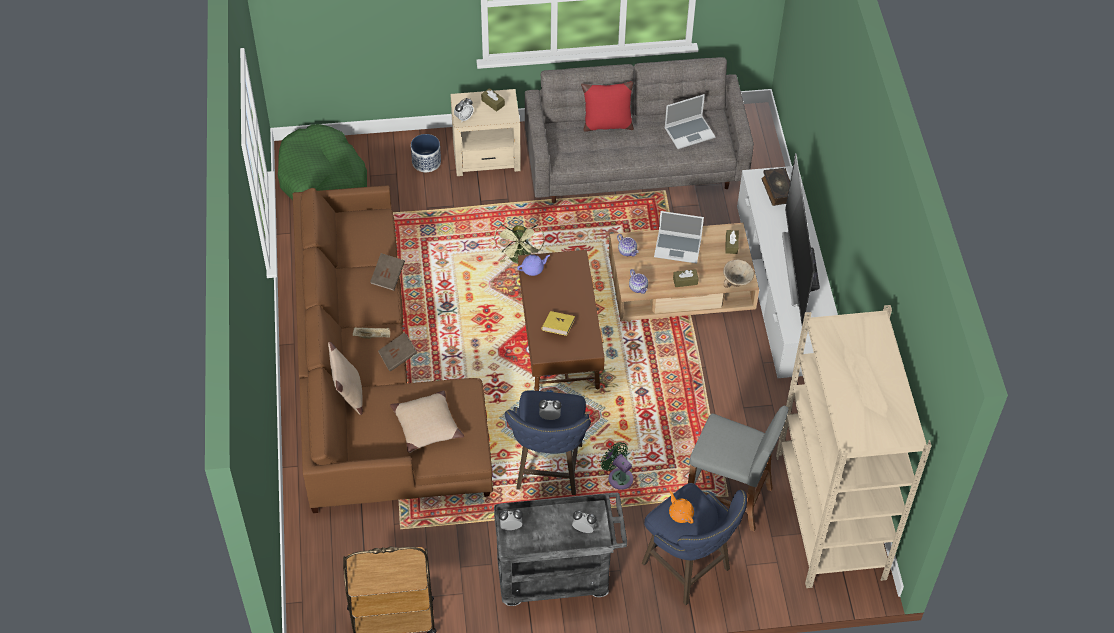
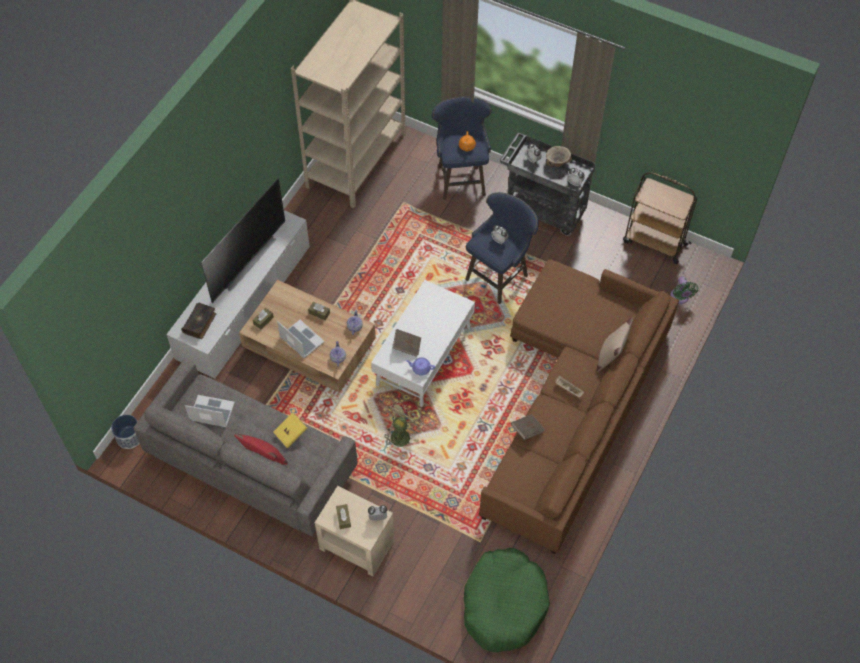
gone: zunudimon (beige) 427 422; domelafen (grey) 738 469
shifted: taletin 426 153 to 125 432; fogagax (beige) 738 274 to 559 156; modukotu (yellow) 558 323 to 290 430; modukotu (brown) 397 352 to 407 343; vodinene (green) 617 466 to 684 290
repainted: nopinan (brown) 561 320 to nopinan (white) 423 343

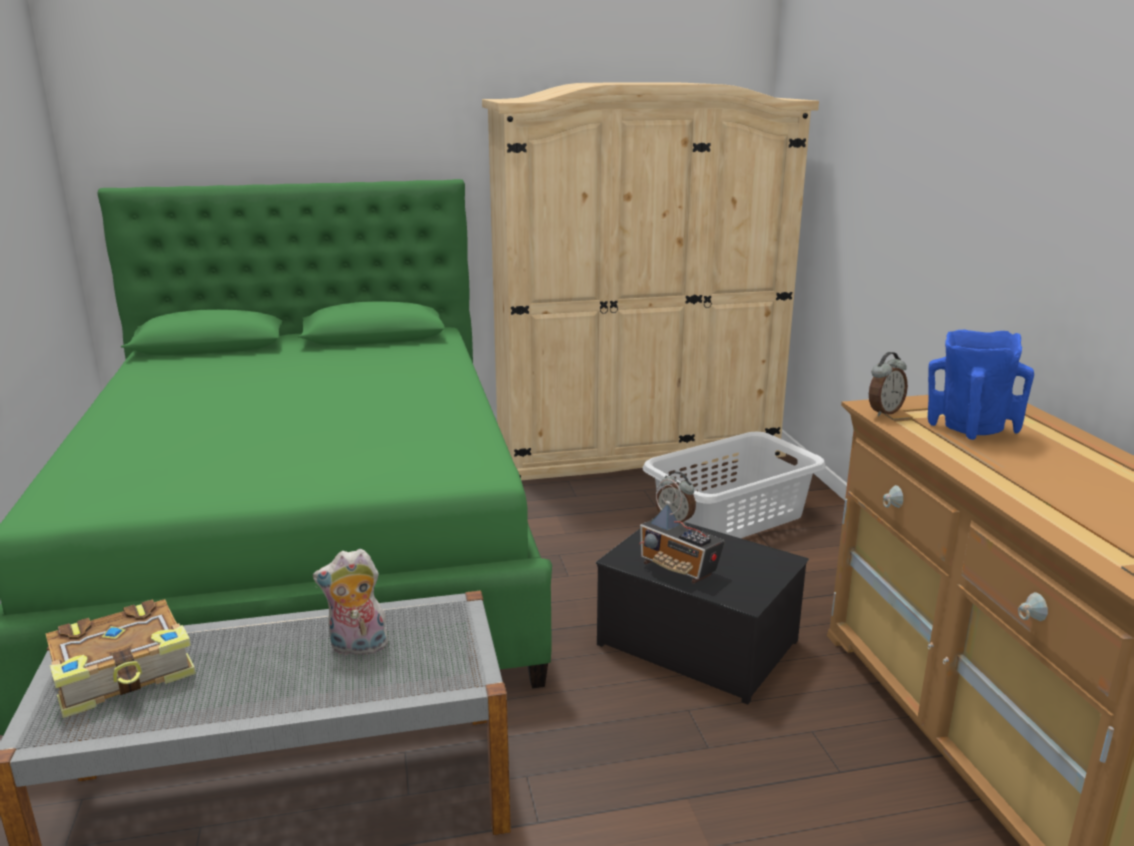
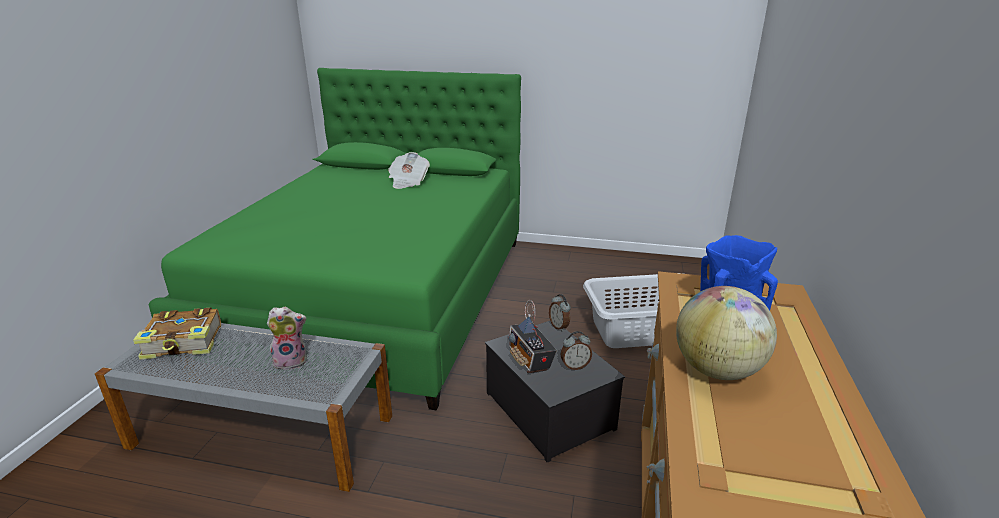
gone: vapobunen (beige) 650 281
new: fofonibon 409 170; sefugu 726 333
shifted: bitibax 888 384 to 576 350
rotated: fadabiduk 351 602 = 287 338 150 degrees clockwise

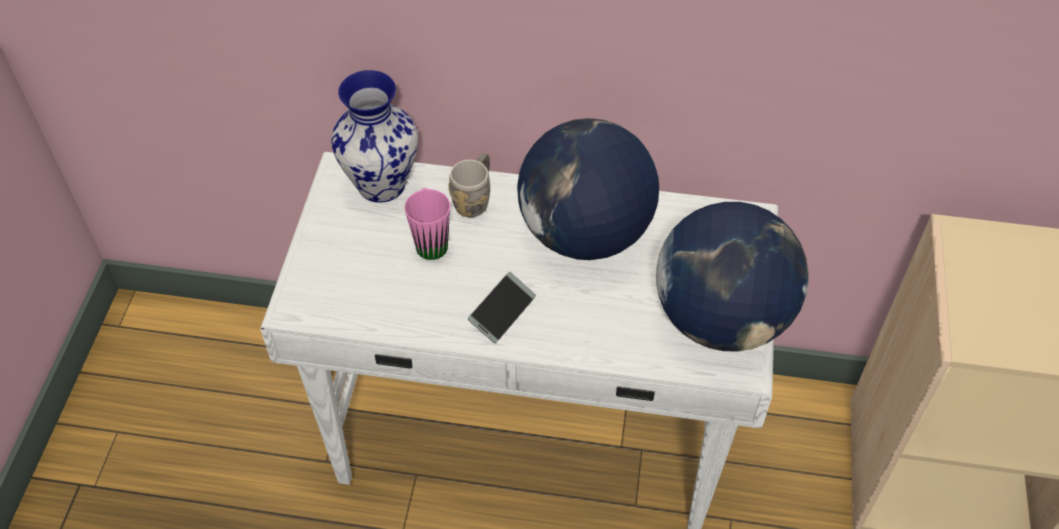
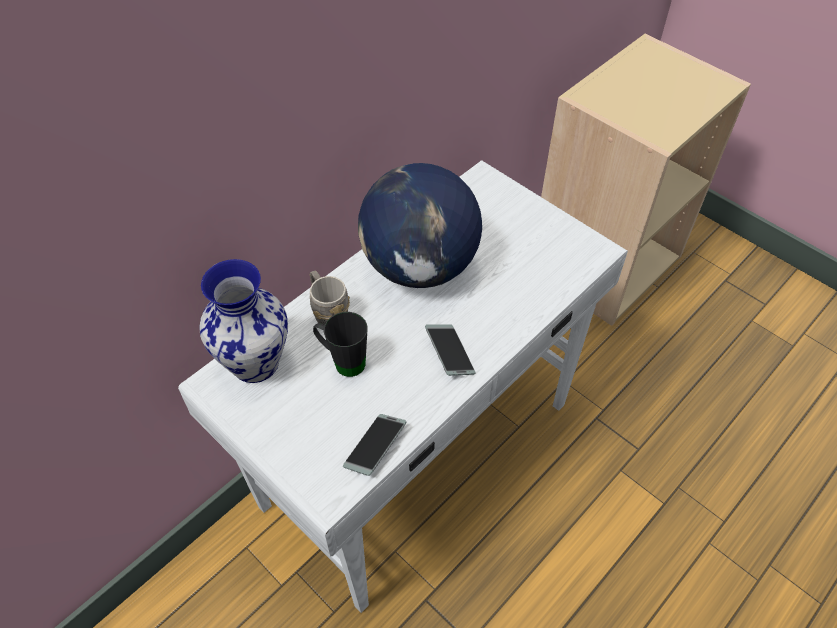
gone: sefugu 732 277
new: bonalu 374 445
repainted: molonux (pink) 427 224 to molonux (black) 340 344

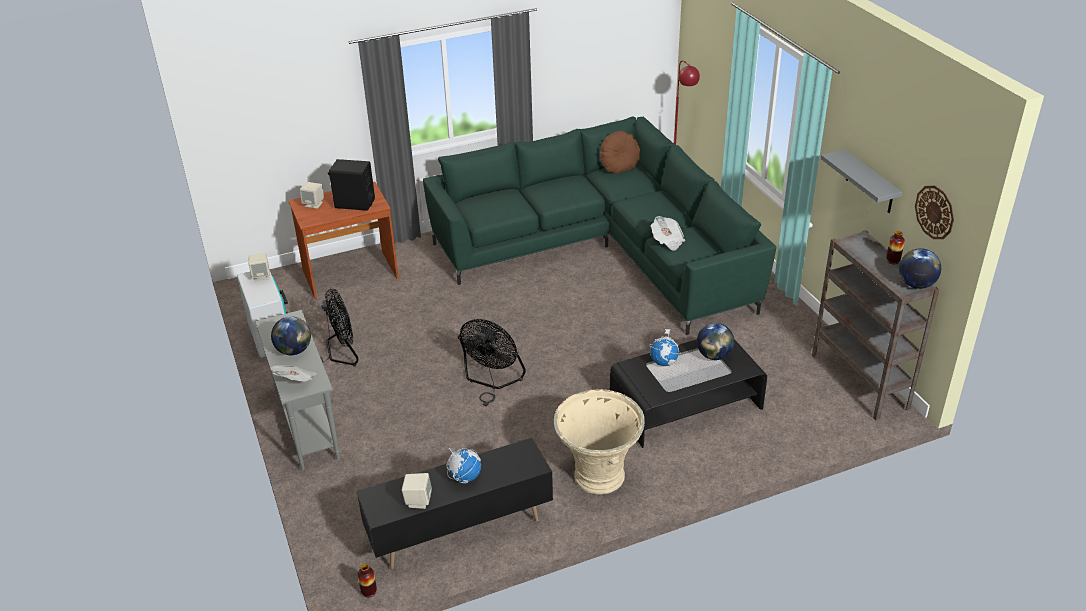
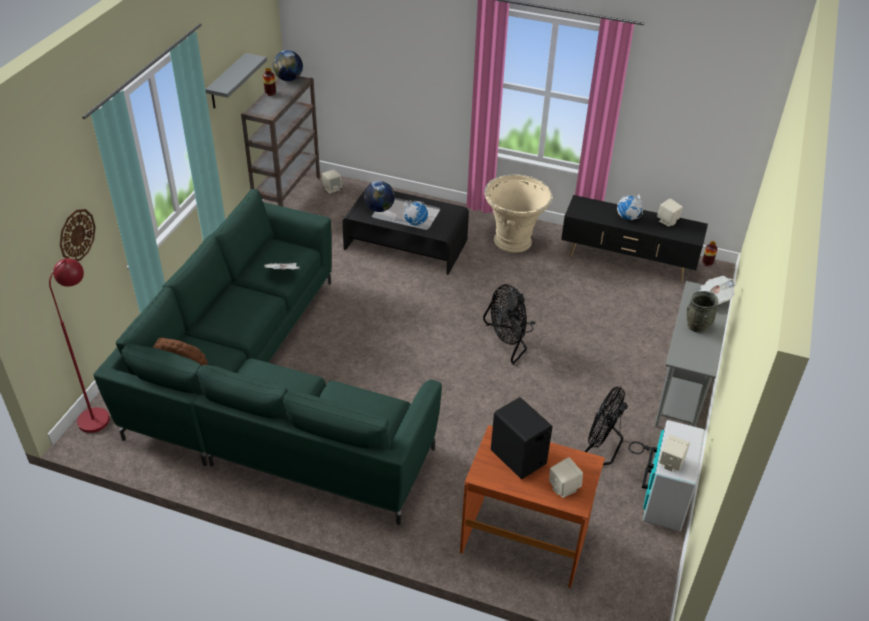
new: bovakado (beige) 332 182
shifted: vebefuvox 934 212 to 78 235
swapped: sefugu 291 335 to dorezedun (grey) 702 312

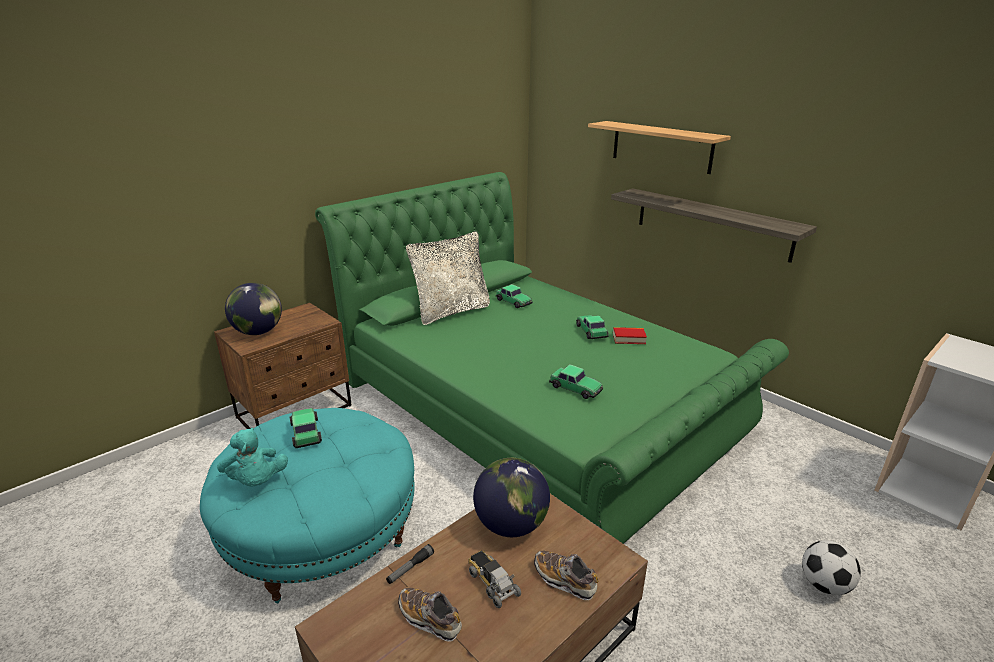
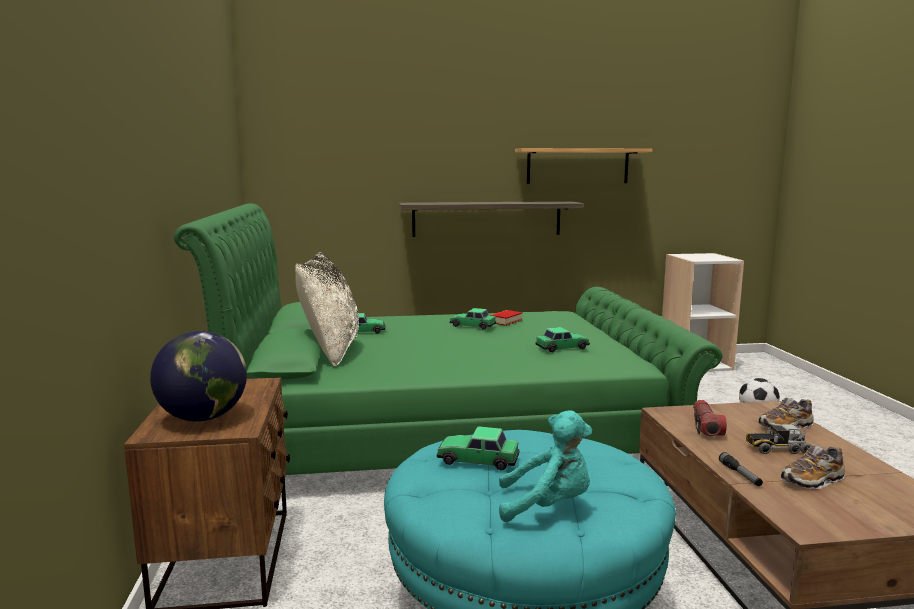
shifted: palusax 659 147 to 583 166
swapped: sefugu 511 497 to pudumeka 710 418

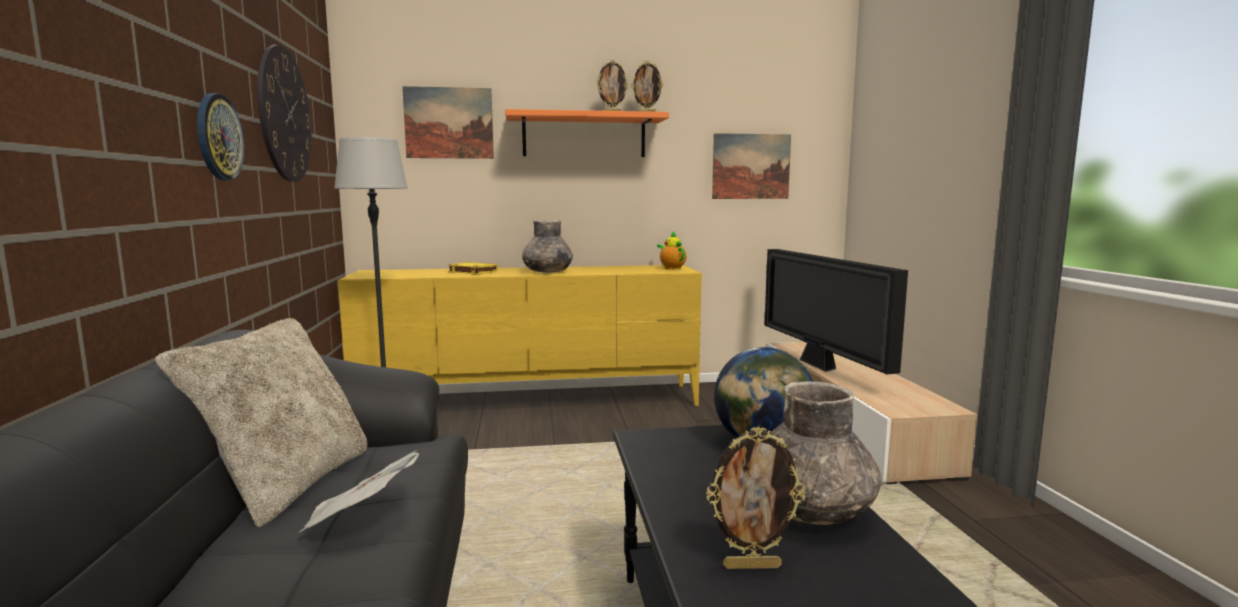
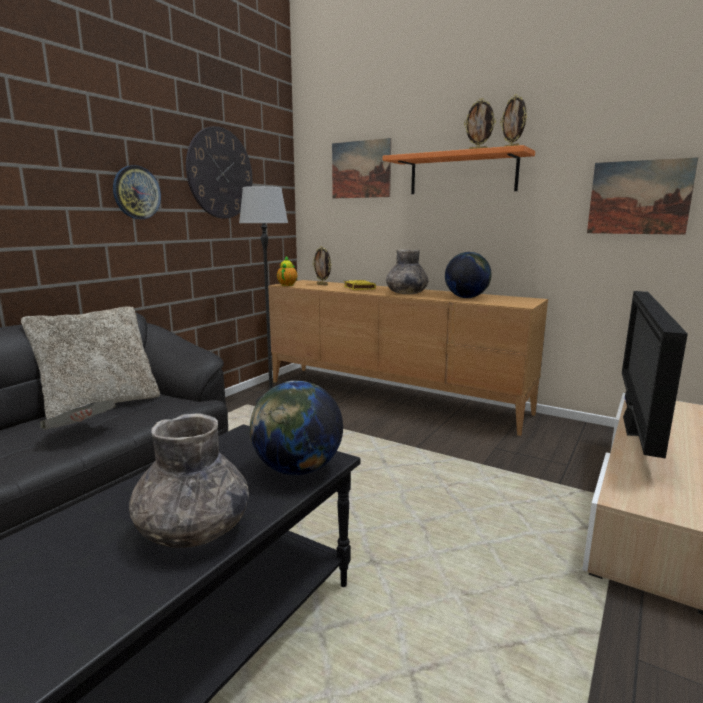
new: sefugu 468 275
shifted: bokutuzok 671 250 to 287 271; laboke 755 498 to 321 266
repainted: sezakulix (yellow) 520 335 to sezakulix (brown) 408 358

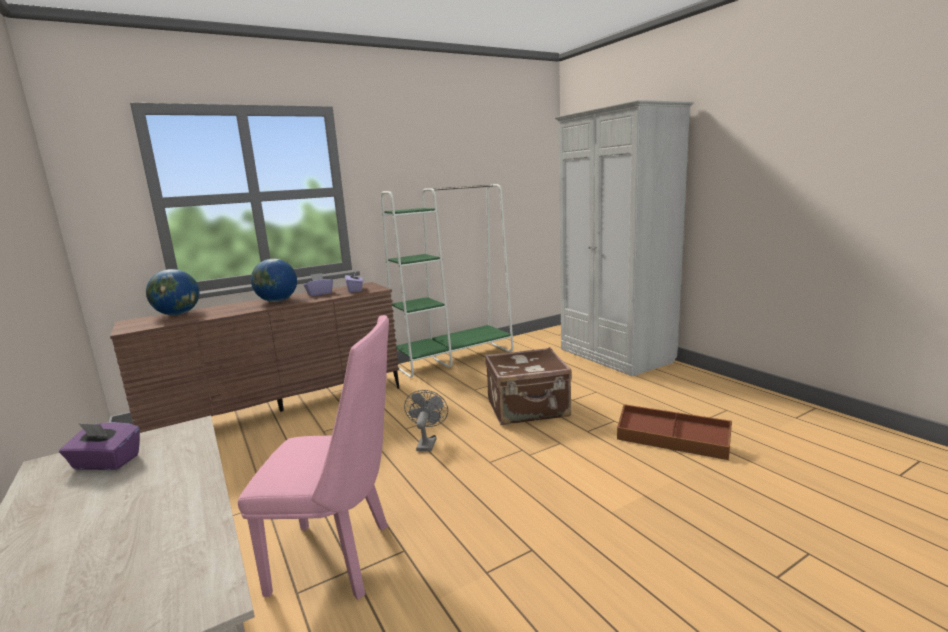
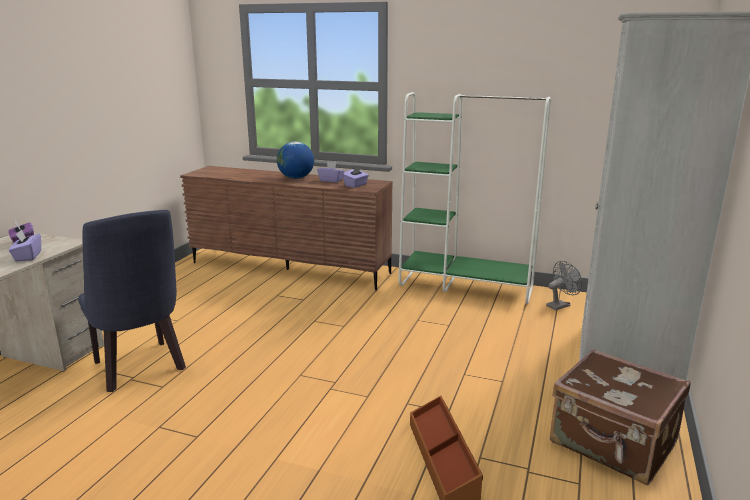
gone: sefugu 172 292
new: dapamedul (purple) 25 245
shifted: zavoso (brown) 528 386 to 620 417; vodinene (grey) 426 421 to 564 285
repainted: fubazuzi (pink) 313 457 to fubazuzi (blue) 132 301

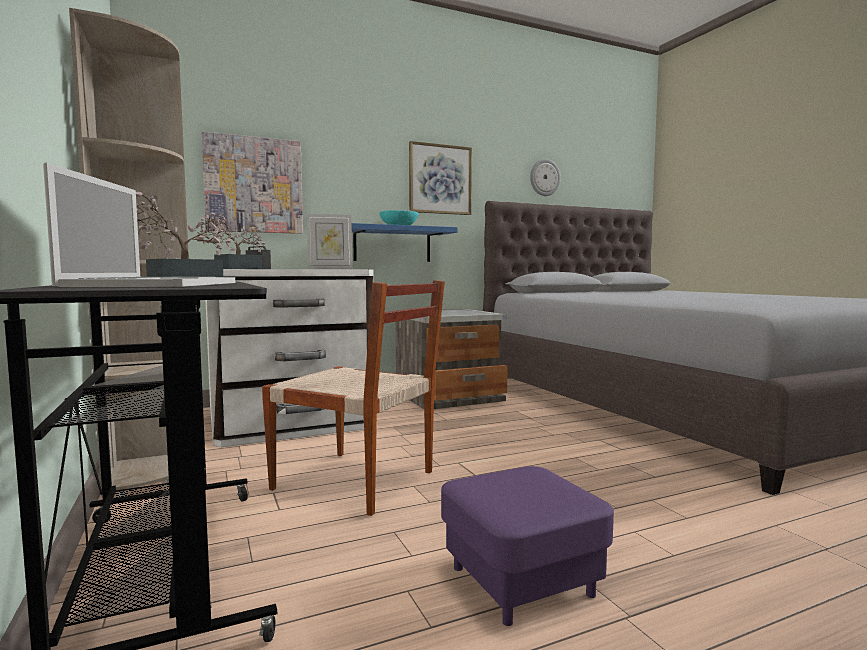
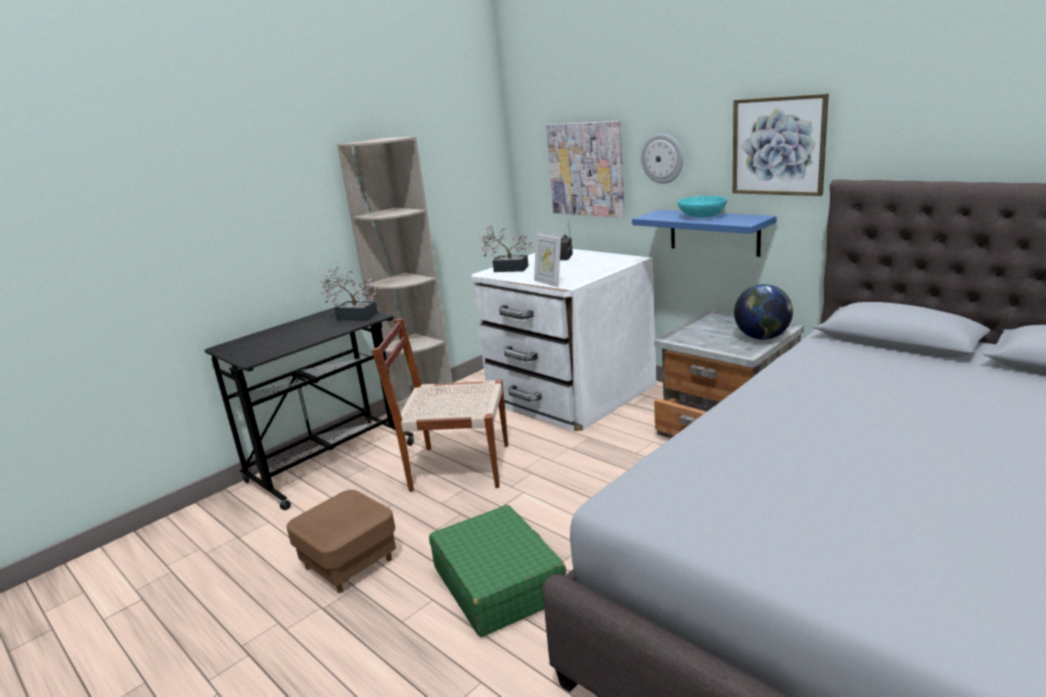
gone: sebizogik 139 225
new: sefugu 763 312; zavoso (green) 497 571
shifted: vebefuvox 545 177 to 662 159
repainted: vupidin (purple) 527 546 to vupidin (brown) 341 541
rotated: fubazuzi 353 398 = 440 405 90 degrees clockwise

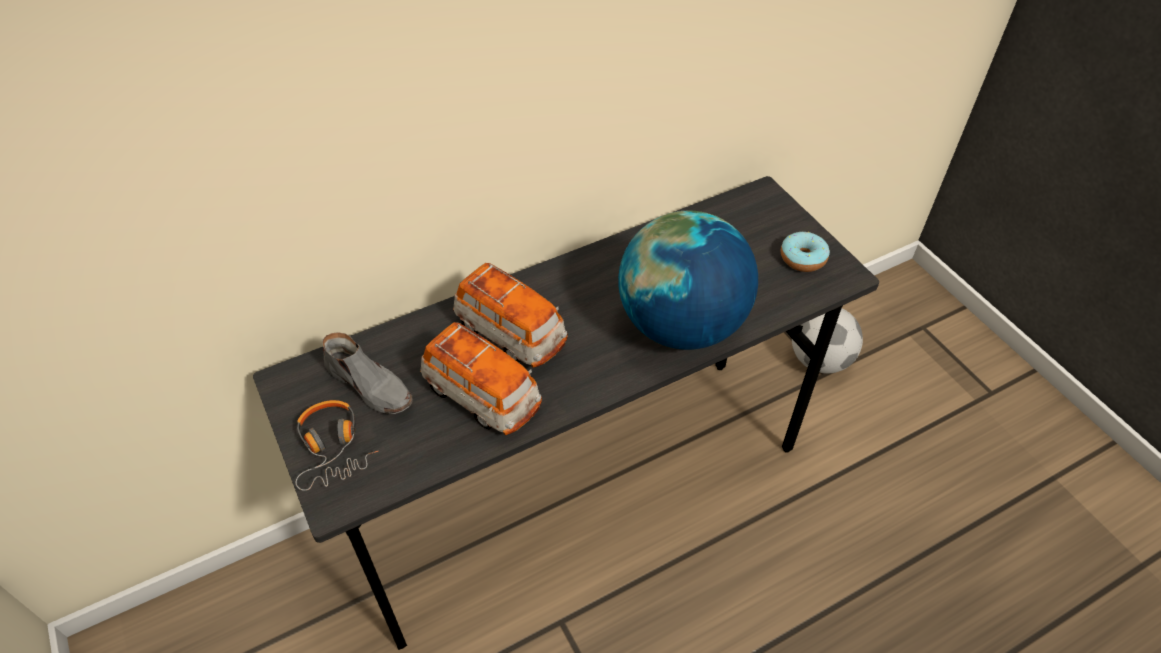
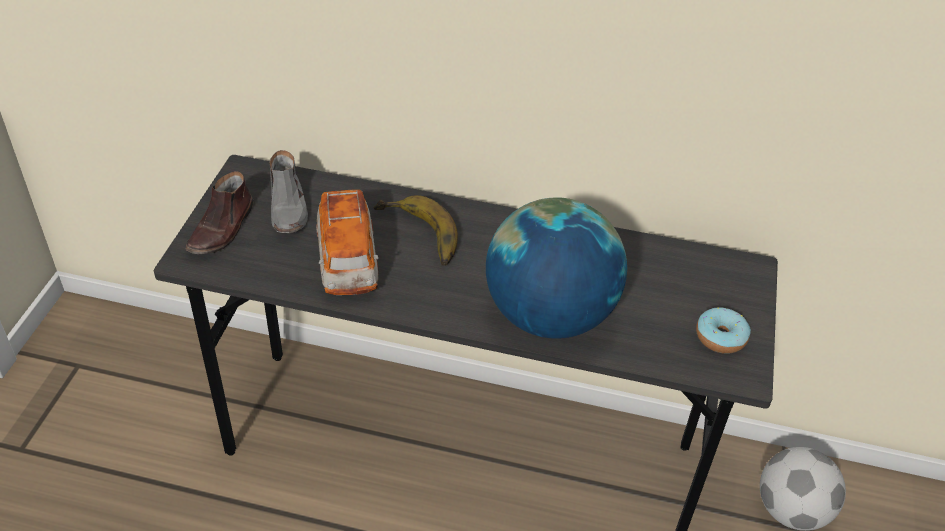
swapped: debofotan 510 315 to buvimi 416 230; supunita 337 445 to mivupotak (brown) 219 212

